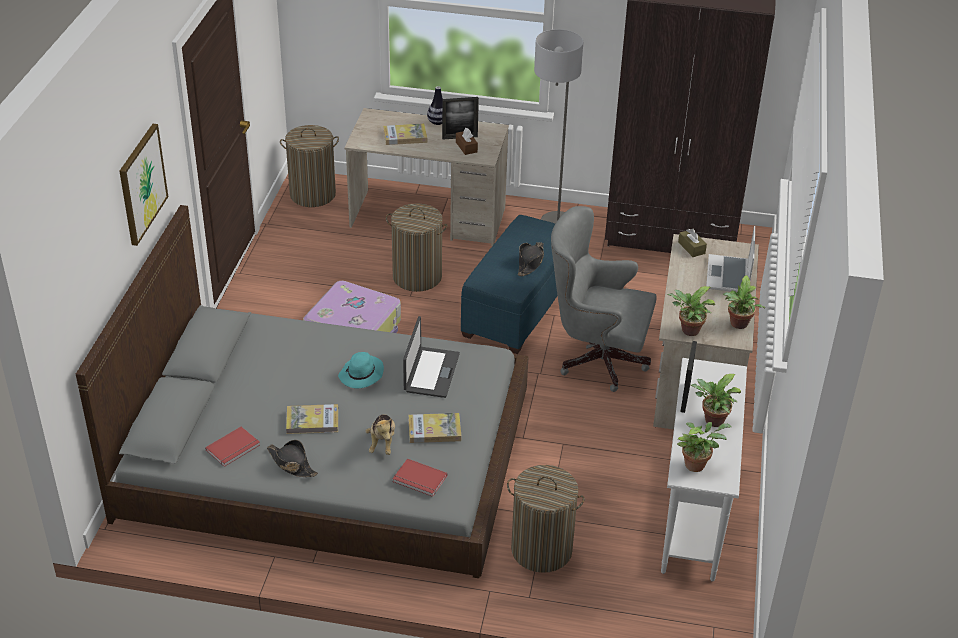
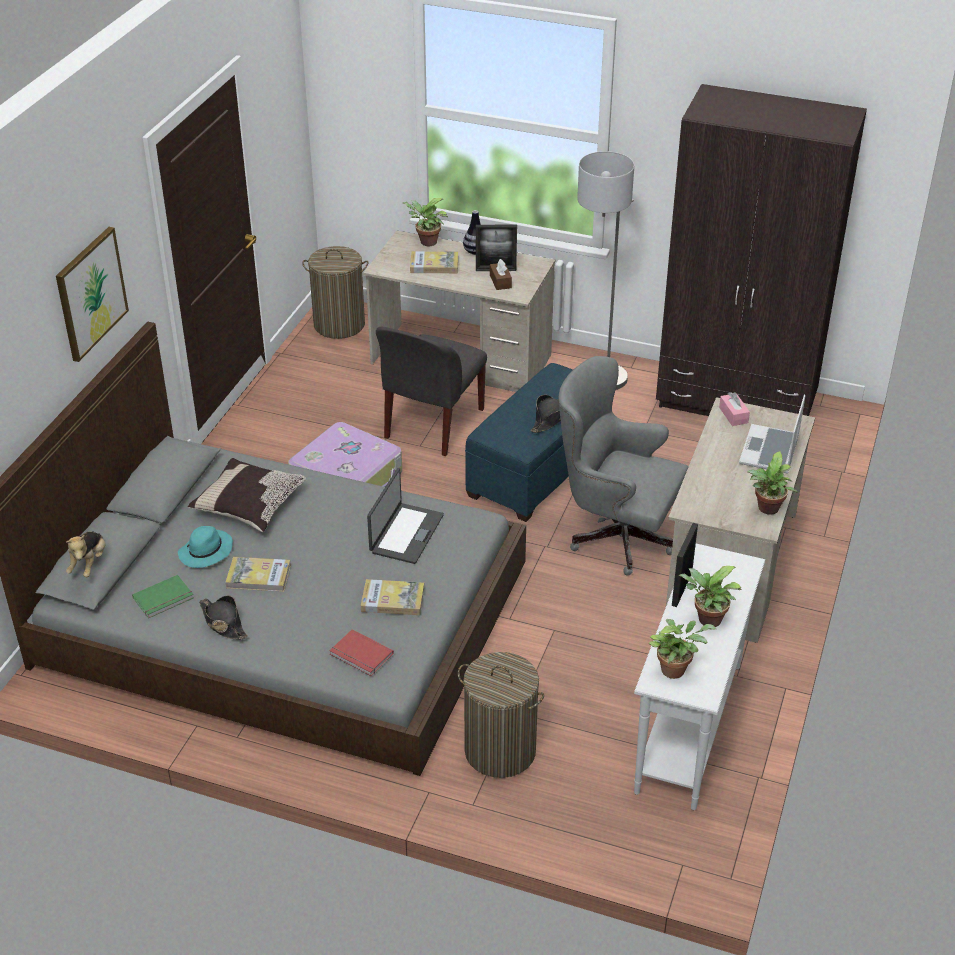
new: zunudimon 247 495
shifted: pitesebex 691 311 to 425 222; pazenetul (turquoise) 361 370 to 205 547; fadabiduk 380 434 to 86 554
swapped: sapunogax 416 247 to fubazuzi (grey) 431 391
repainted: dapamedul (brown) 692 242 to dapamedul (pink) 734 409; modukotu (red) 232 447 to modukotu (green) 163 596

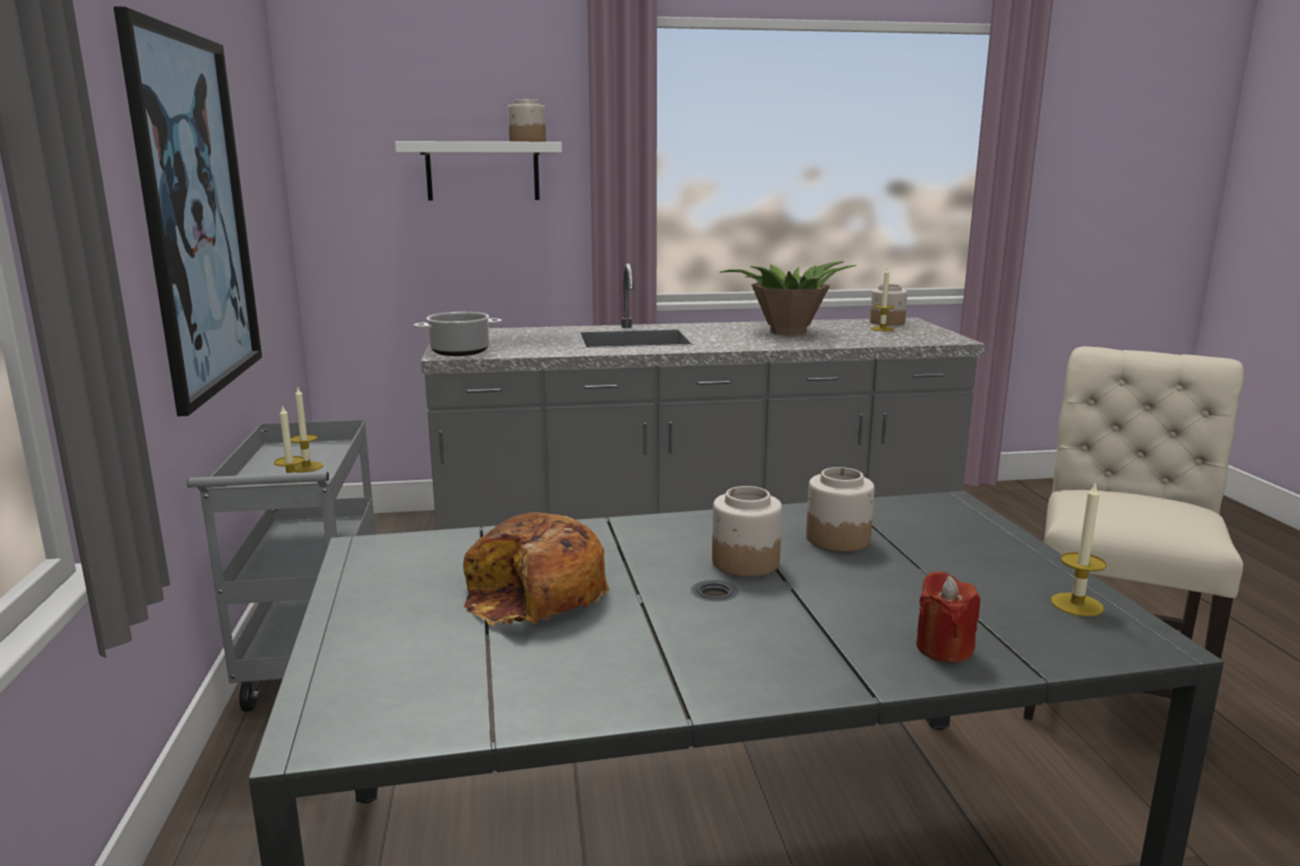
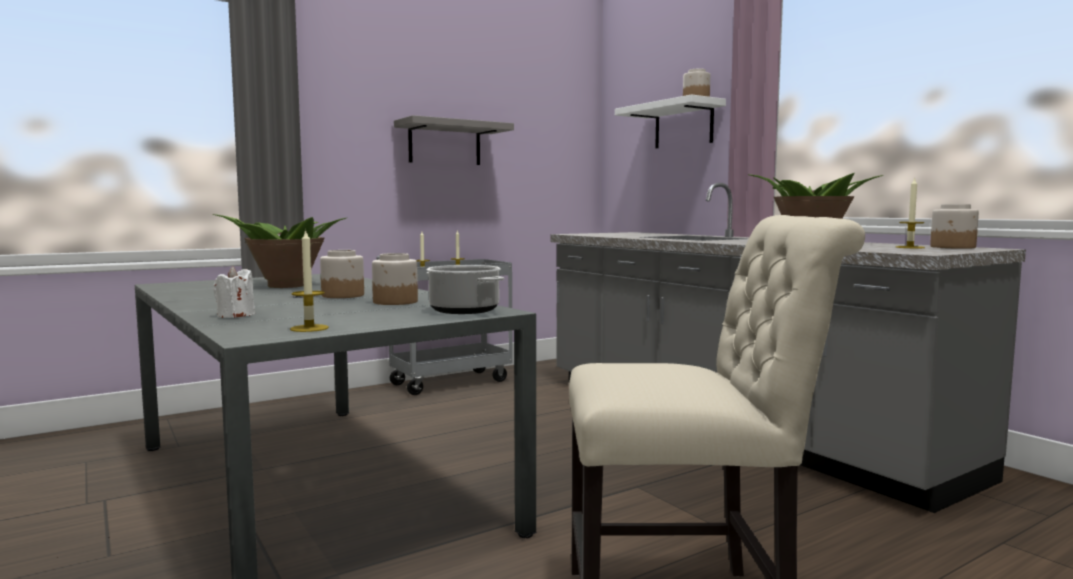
shifted: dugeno 457 334 to 465 289
swapped: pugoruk 188 211 to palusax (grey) 454 140; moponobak 536 568 to pitesebex 279 251
repainted: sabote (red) 948 617 to sabote (white) 234 292

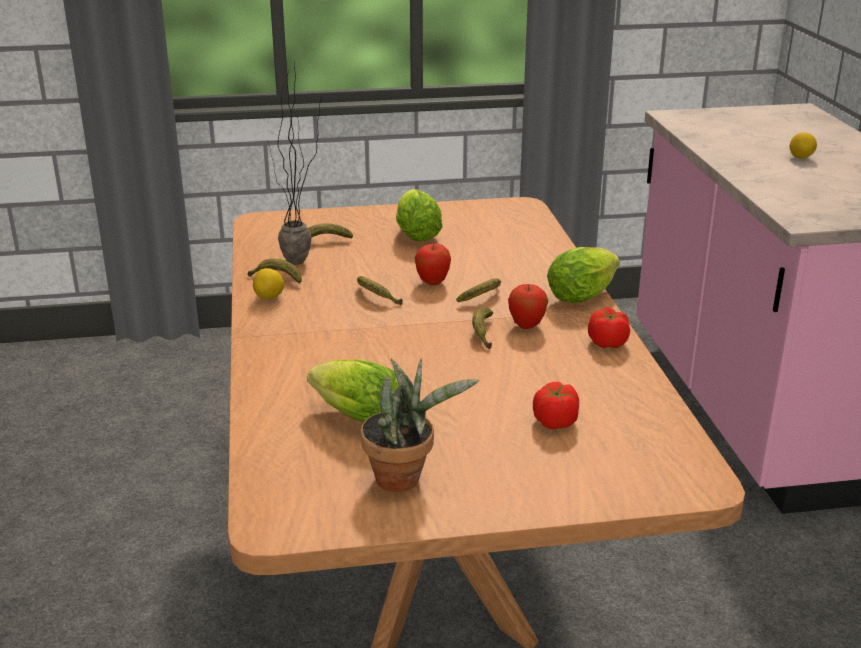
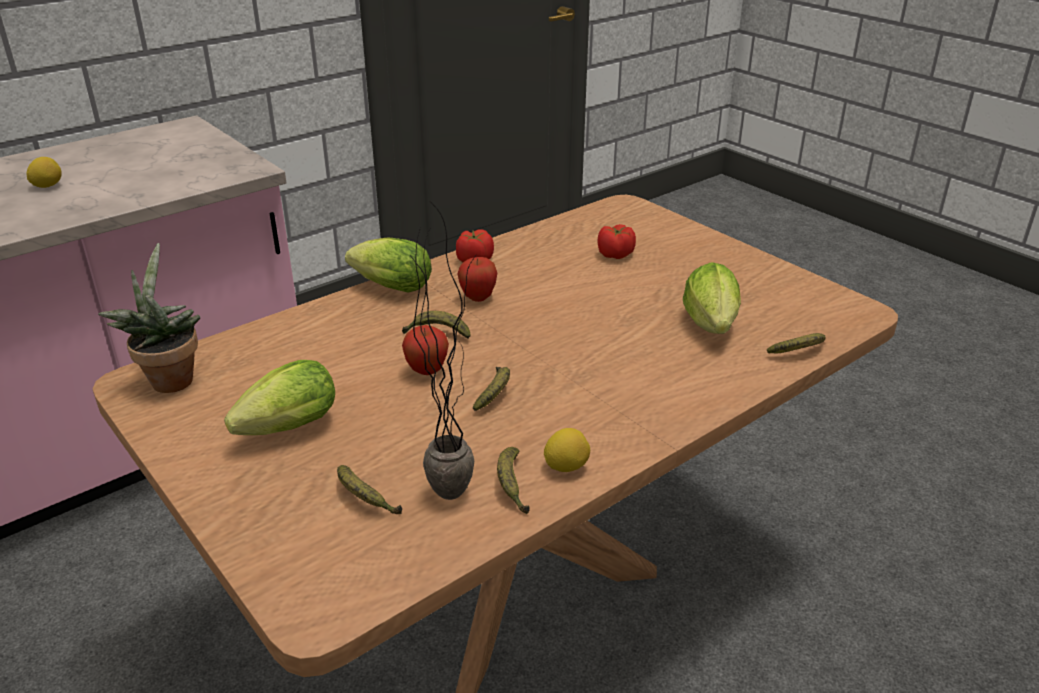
shifted: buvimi 482 328 to 796 343; pitesebex 420 425 to 149 318

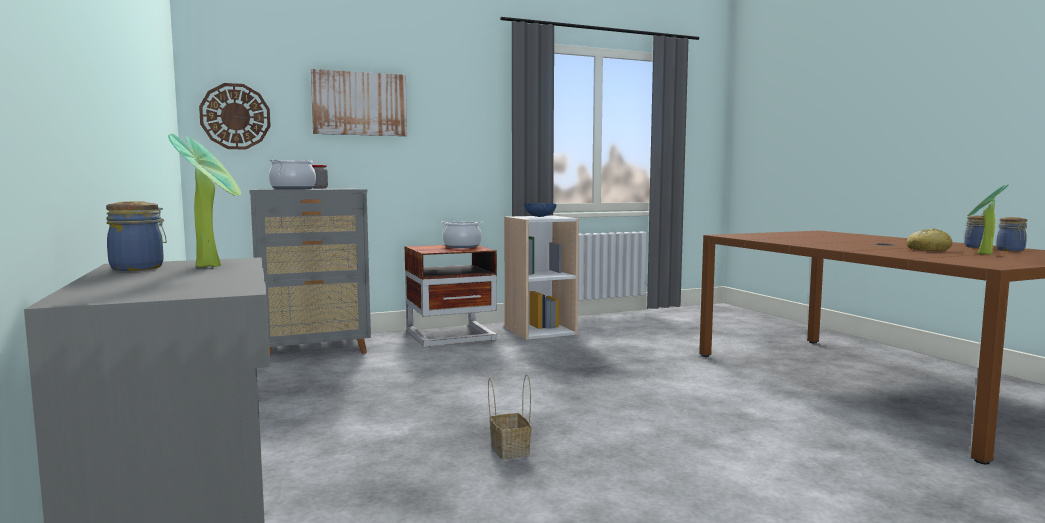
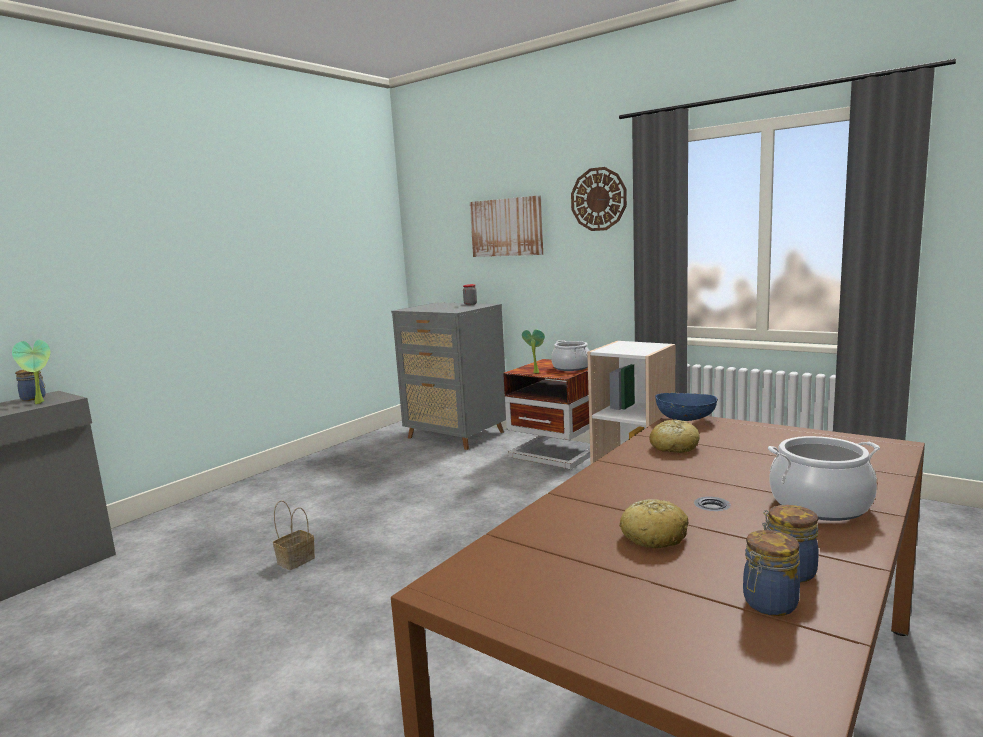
new: moponobak 674 436
shifted: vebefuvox 235 116 to 599 199; dugeno 292 174 to 824 478; pitesebex 988 219 to 533 351; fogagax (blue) 540 210 to 686 407

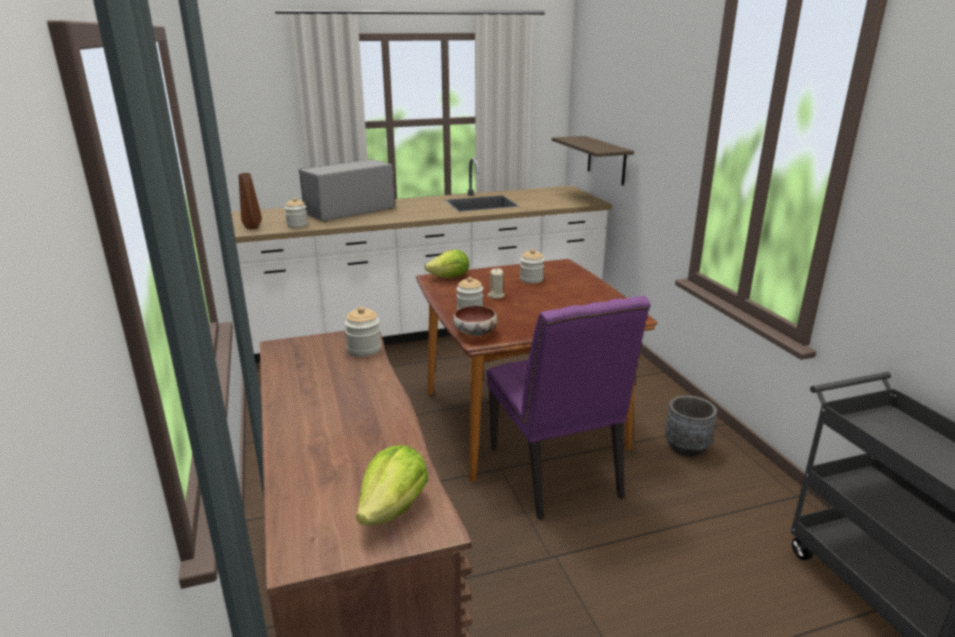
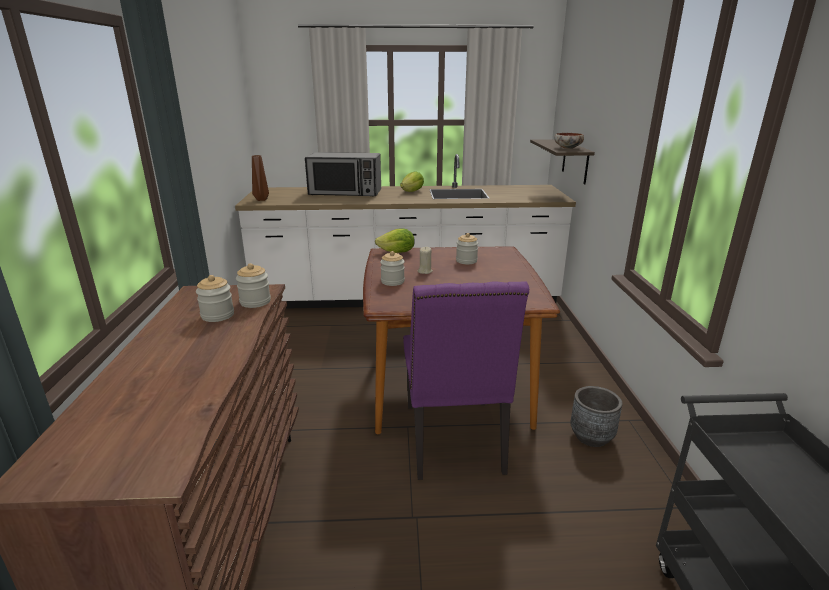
shifted: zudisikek 296 213 to 215 298; fogagax 475 321 to 569 141; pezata 392 485 to 412 182
rotated: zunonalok 347 190 = 343 174 150 degrees counterclockwise

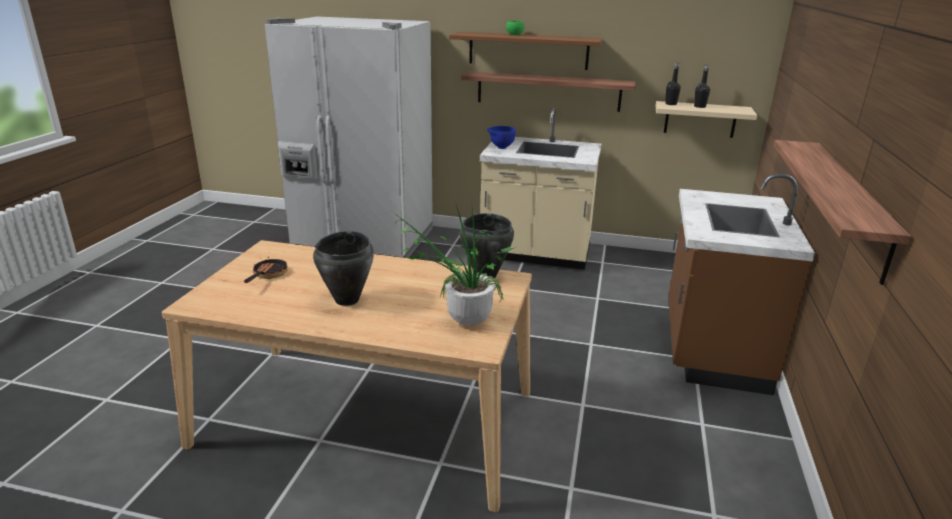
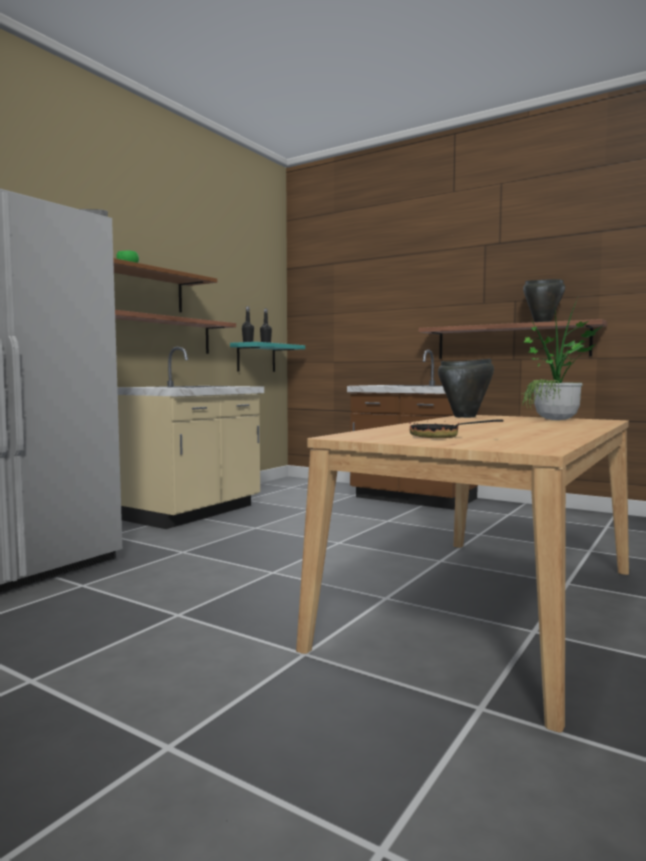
gone: fogagax (blue) 501 137
shifted: dugeno (black) 343 268 to 544 300
repainted: palusax (beige) 706 119 to palusax (turquoise) 267 357

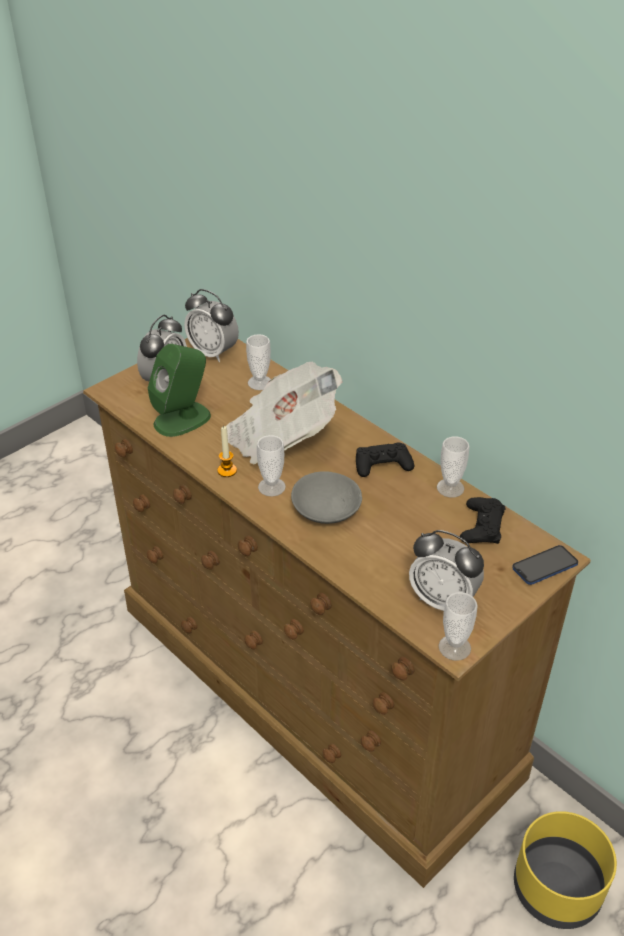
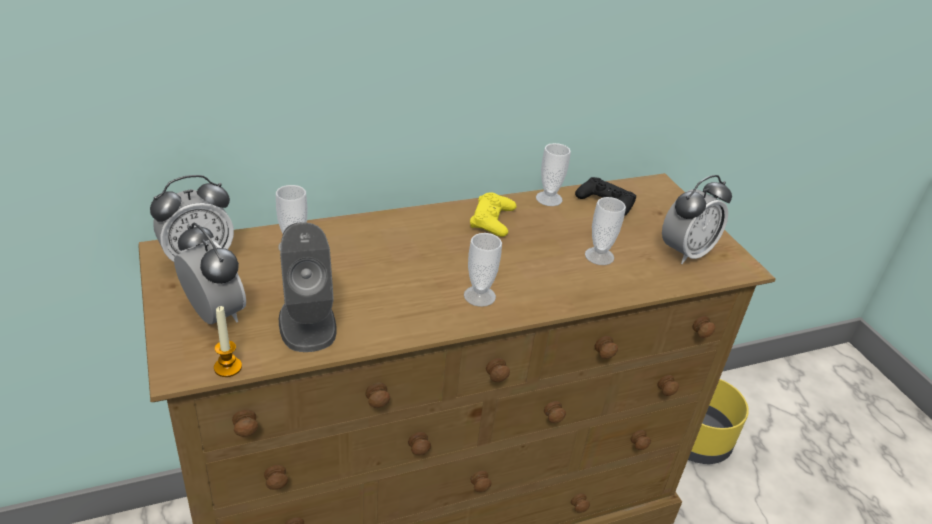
gone: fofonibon 284 413; fogagax (grey) 326 497; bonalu 545 565
shifted: sabote 227 451 to 228 341; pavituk 458 626 to 605 231
repainted: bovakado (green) 179 390 to bovakado (grey) 307 287; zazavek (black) 385 459 to zazavek (yellow) 493 214

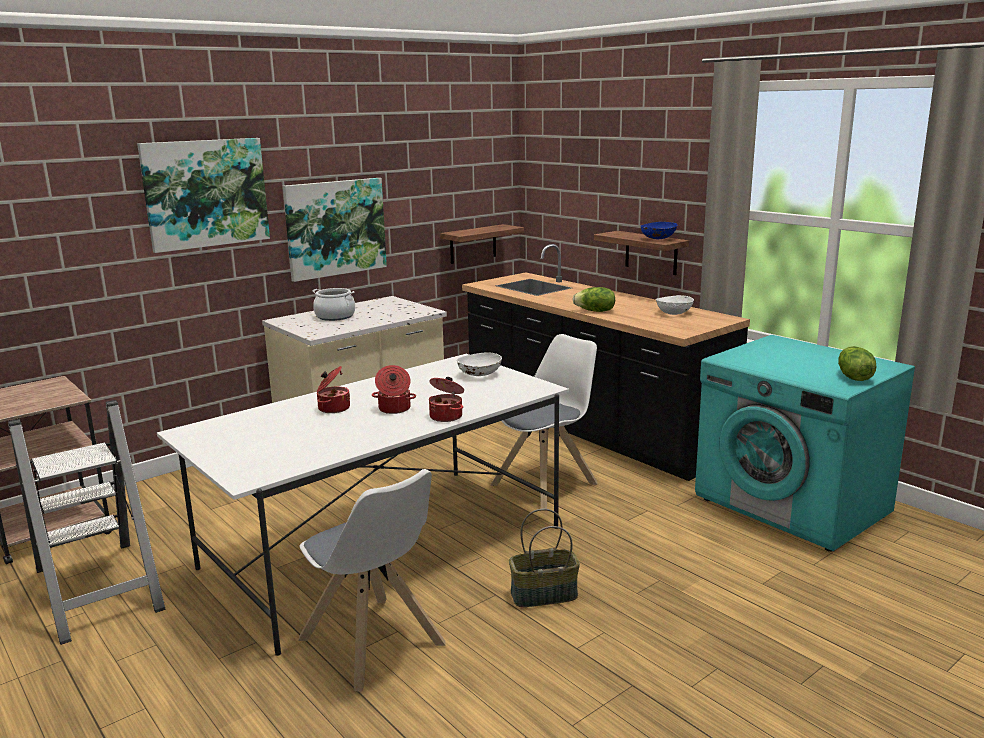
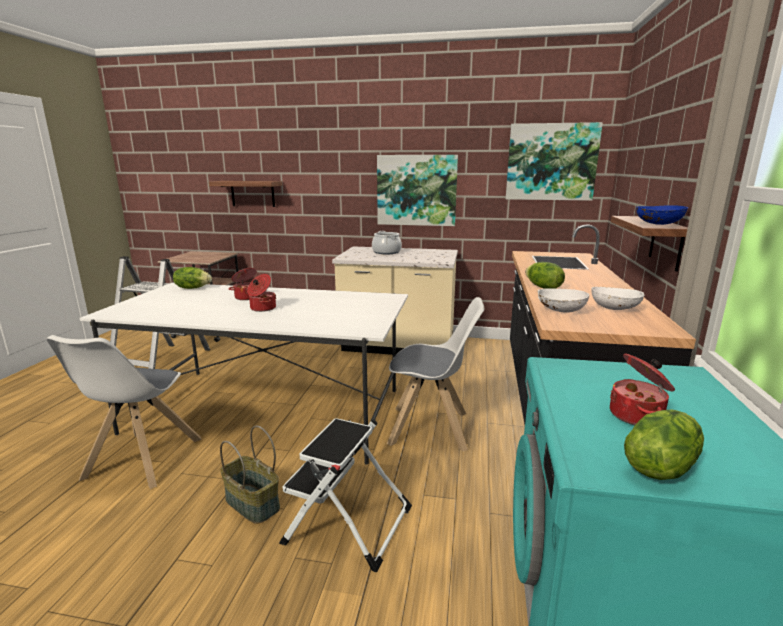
new: pezata 192 278; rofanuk 345 495
shifted: pugoruk 203 195 to 554 161; palusax 482 244 to 245 194; fogagax (white) 479 364 to 563 300; dugeno 446 399 to 642 389

